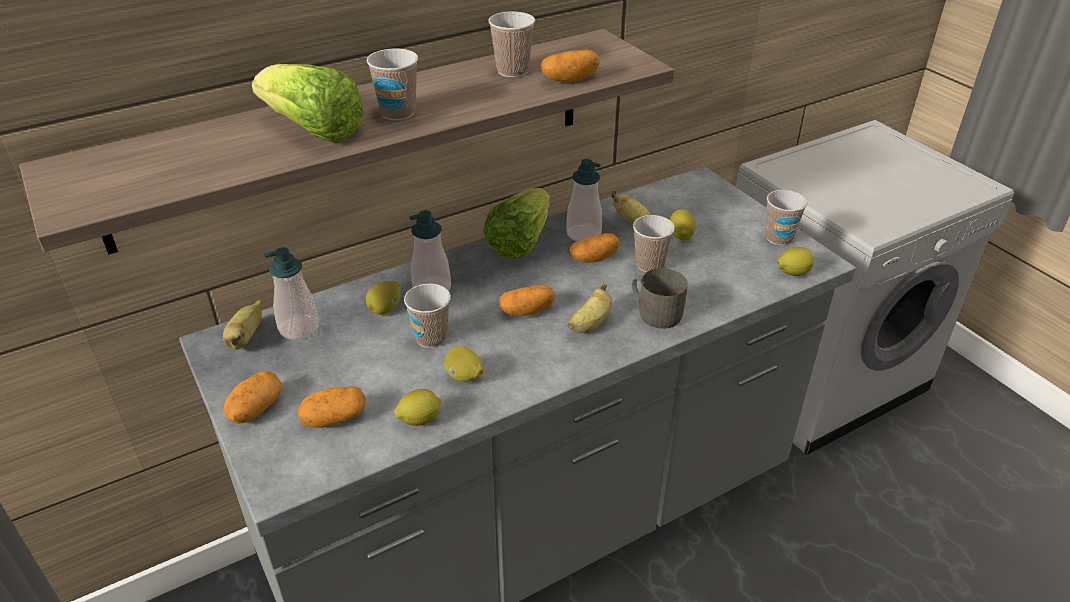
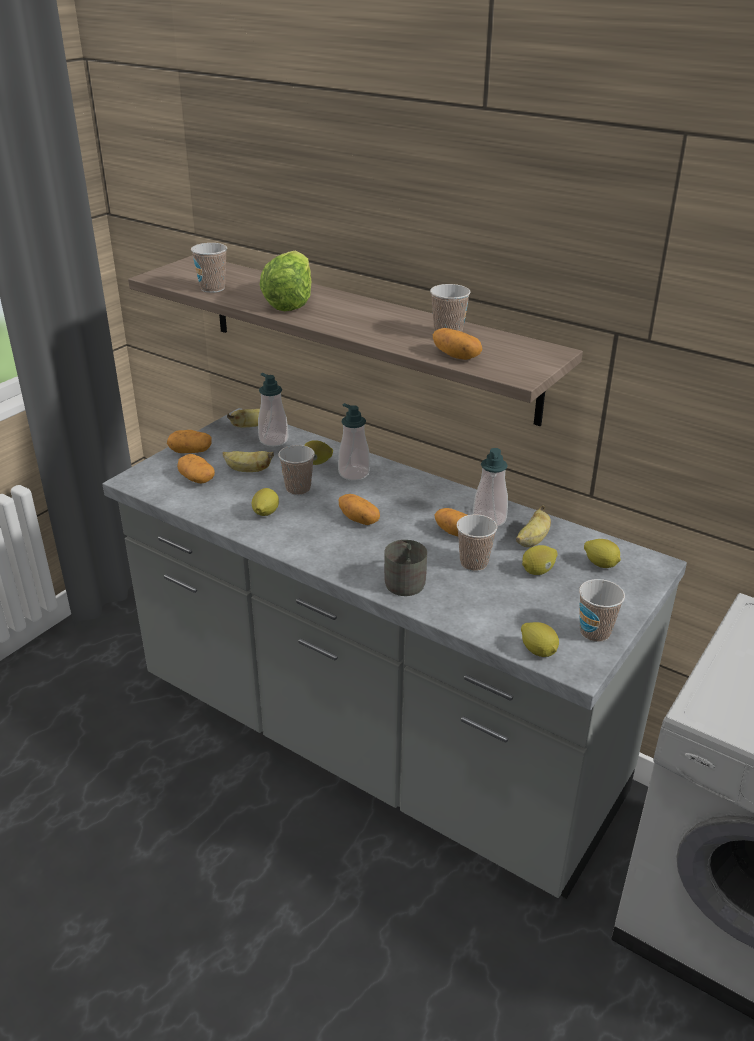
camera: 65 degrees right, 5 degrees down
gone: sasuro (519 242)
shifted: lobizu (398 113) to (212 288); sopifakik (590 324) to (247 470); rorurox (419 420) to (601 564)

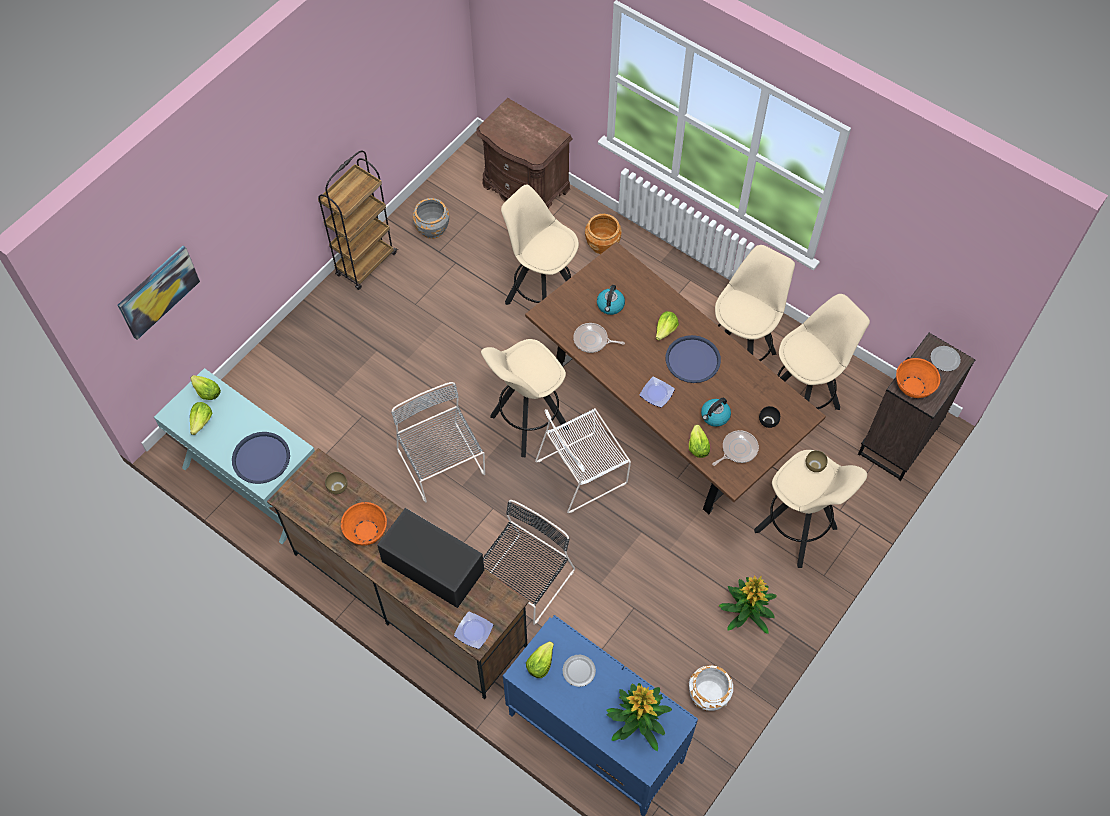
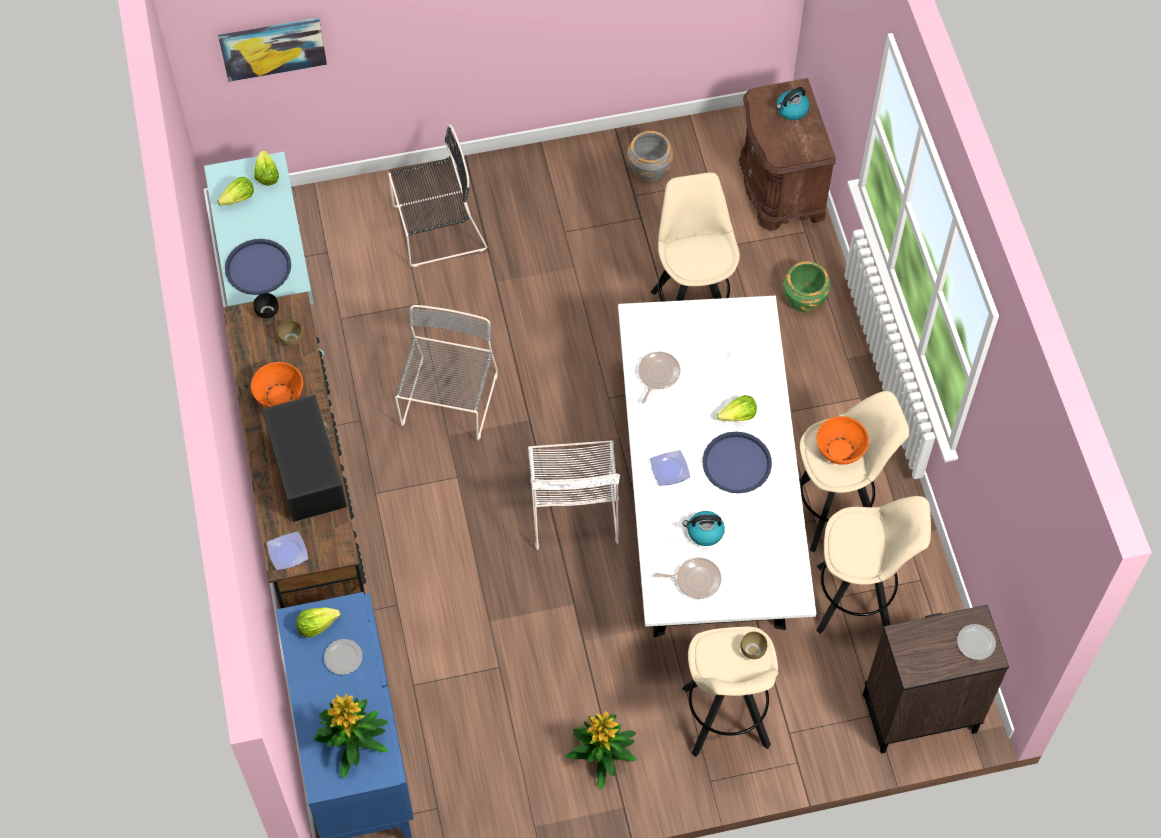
camera: 40 degrees right, 0 degrees up
gone: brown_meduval (365 265); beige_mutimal (527 423); sasuro (697 446); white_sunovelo (708 694)
shifted: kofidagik (610 305) to (791 110); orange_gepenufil (913 386) to (840 450); black_gepenufil (767 421) to (266 311); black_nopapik (524 581) to (436 228)
repainted: brown_sunovelo (602 244) to green_sunovelo (804 299); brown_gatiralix (664 412) to white_gatiralix (706 508)
rotated: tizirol (592 340) = (657 375) 60 degrees clockwise; white_nopapik (584 471) = (574 506) 105 degrees counterclockwise

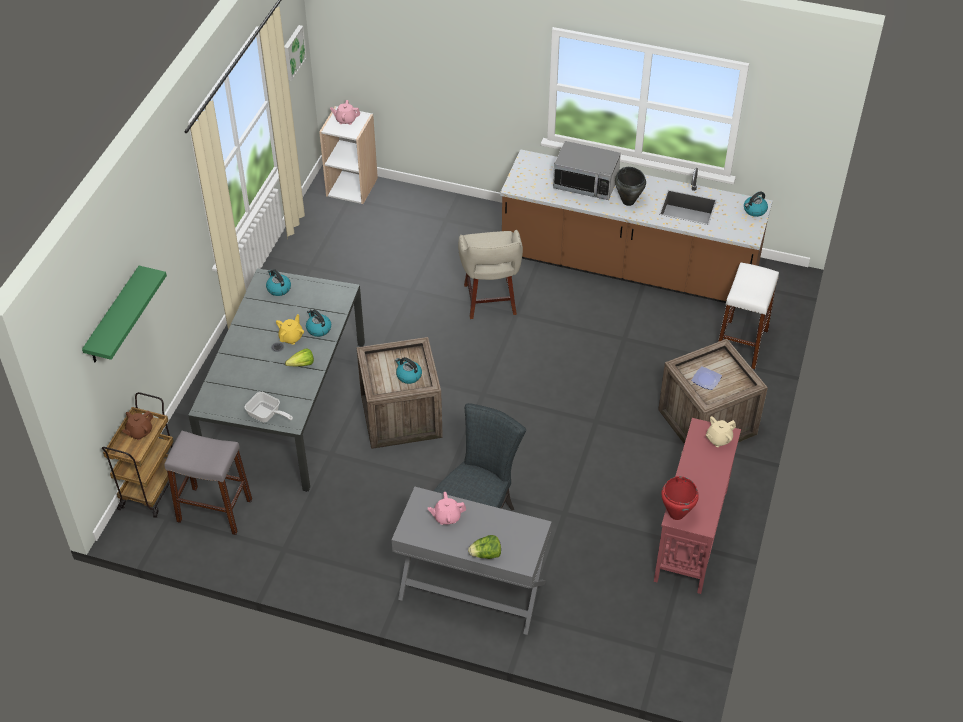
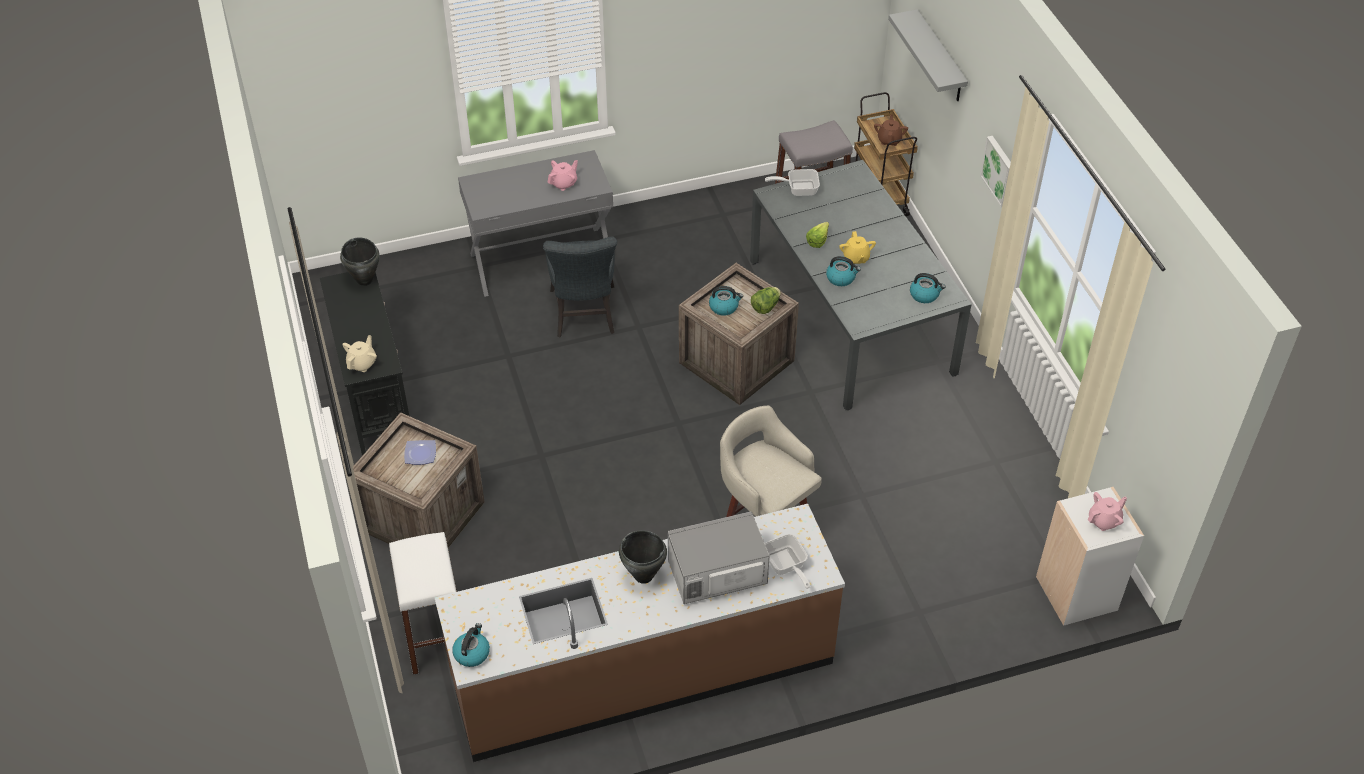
camera: 145 degrees right, 0 degrees up
new: tizirol (786 567)
shifted: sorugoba (293 52) to (999 170); sasuro (486 554) to (765 307)
repainted: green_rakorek (114 317) to grey_rakorek (940 58); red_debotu (690 534) to black_debotu (375 396); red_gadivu (676 514) to black_gadivu (365 280)

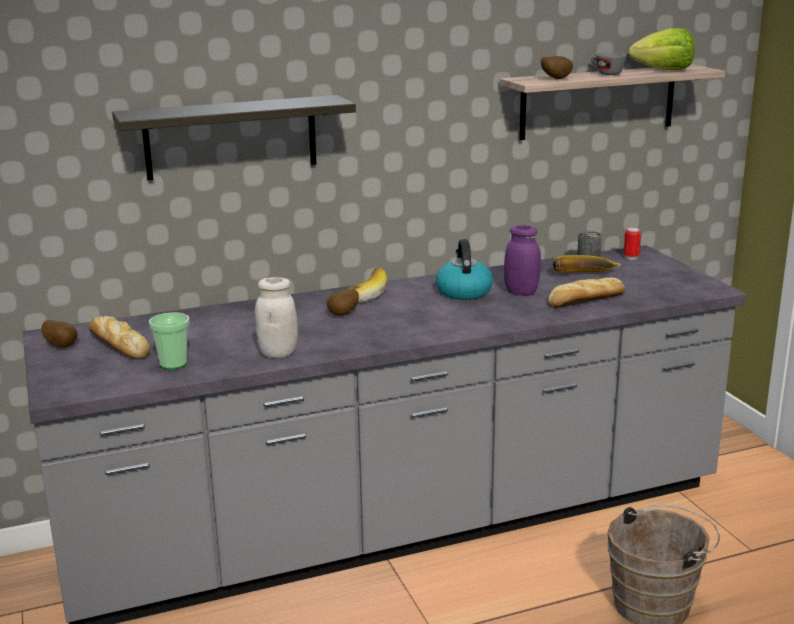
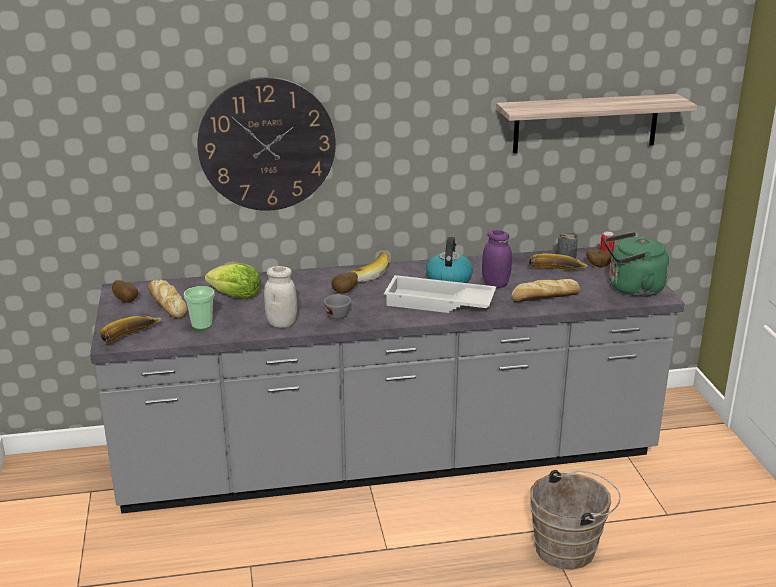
camera: 10 degrees right, 5 degrees up
new: green_kofidagik (632 289); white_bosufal (438 303); sopifakik (131 338)
shifted: sasuro (664 70) to (235 296); grey_lobizu (606 73) to (335 314); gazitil (555 79) to (597 266)
swapped: rakorek (231 137) to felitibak (267 144)

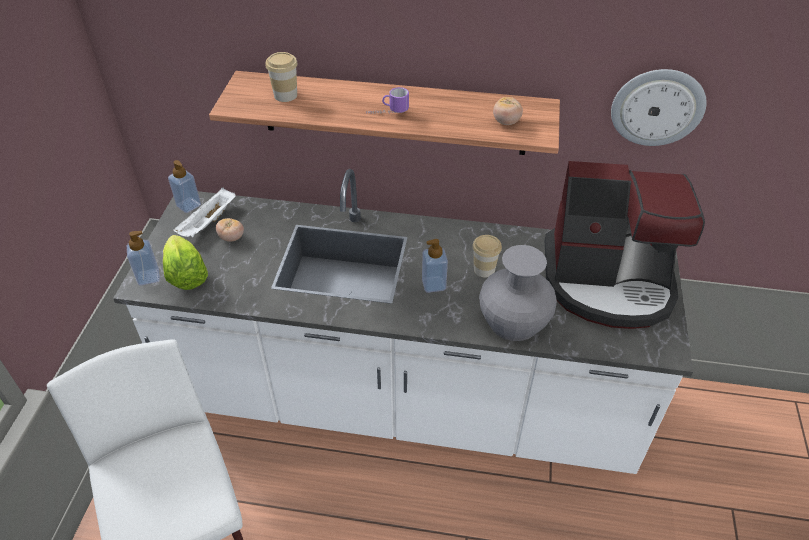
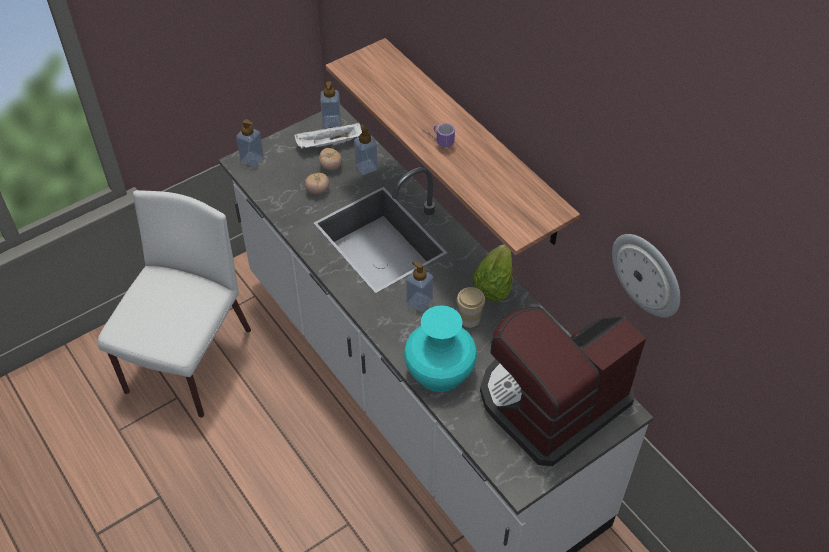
camera: 45 degrees right, 5 degrees up
gone: lobizu (285 95)
new: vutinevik (366 167)
shifted: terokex (506 122) to (317 190); sasuro (186 275) to (494 284)
repainted: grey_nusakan (514 321) to turquoise_nusakan (440 371)
rotated: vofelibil (609 281) = (550 401) 90 degrees clockwise

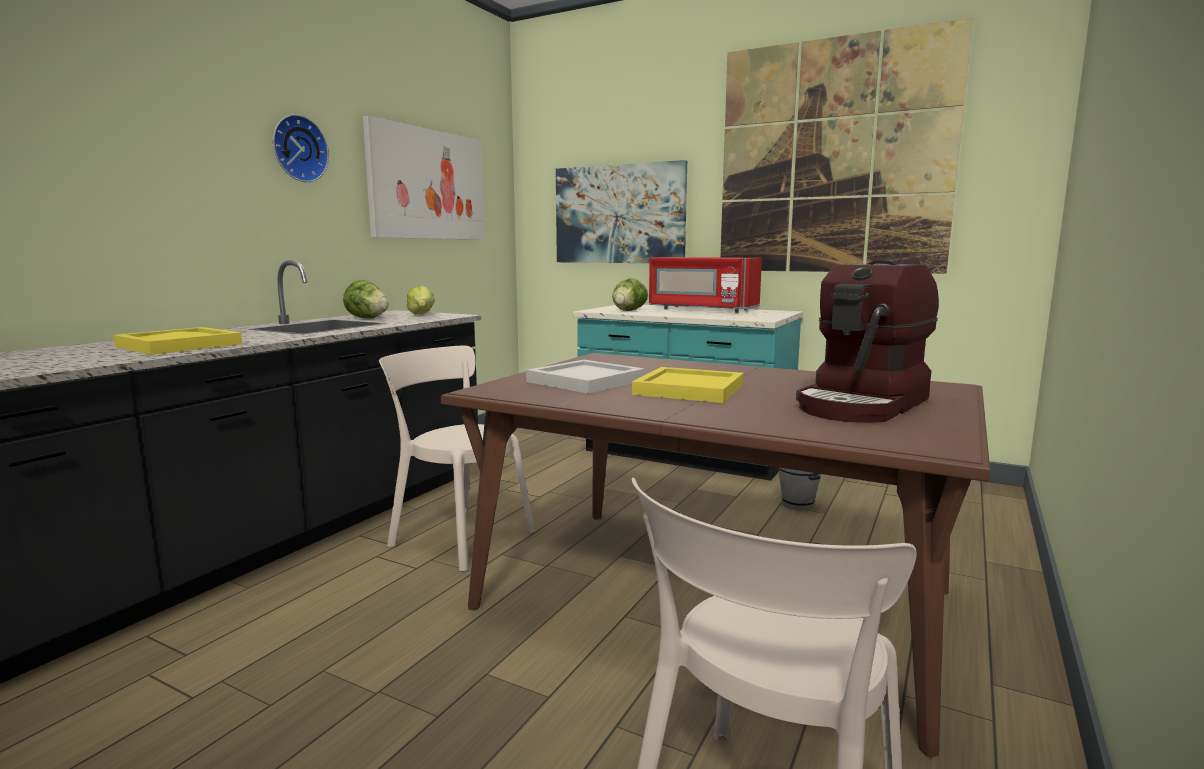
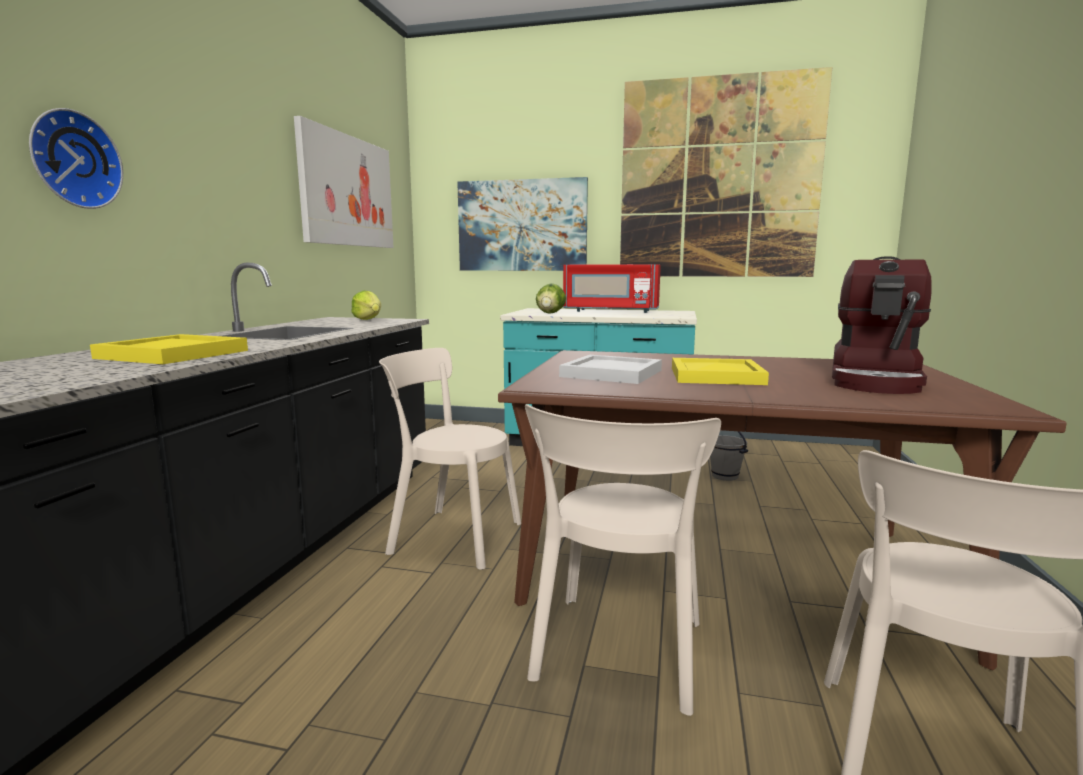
camera: 15 degrees left, 0 degrees up
gone: sasuro (367 318)
new: beige_nopapik (618 655)
shifted: felitibak (298 149) to (73 160)

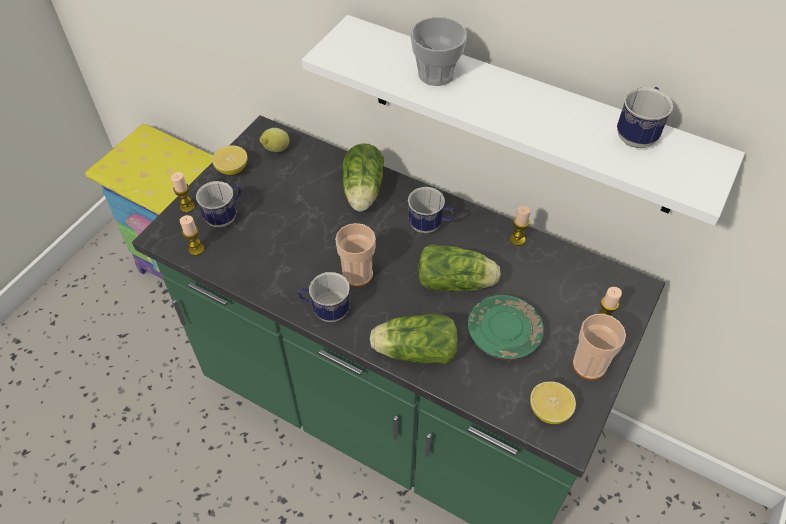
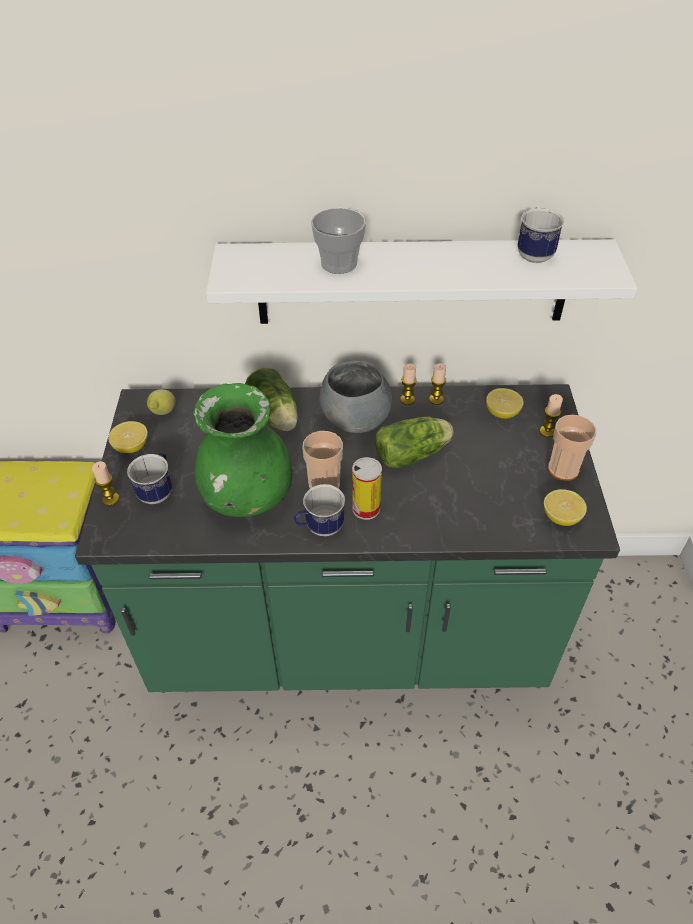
camera: 30 degrees left, 5 degrees down
gone: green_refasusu (503 334); sasuro (413 350)
new: green_nusakan (247 496); rorurox (502 413); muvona (366 508)
shifted: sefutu (196 249) to (407 400)
swapped: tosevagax (430 226) to grey_gepenufil (356 419)

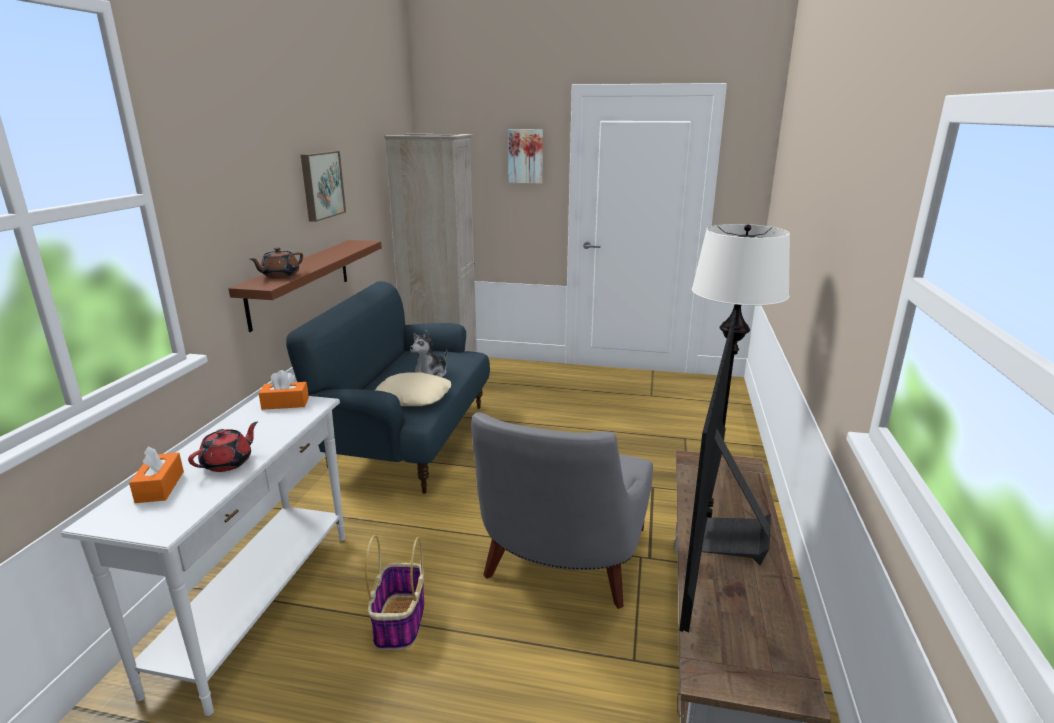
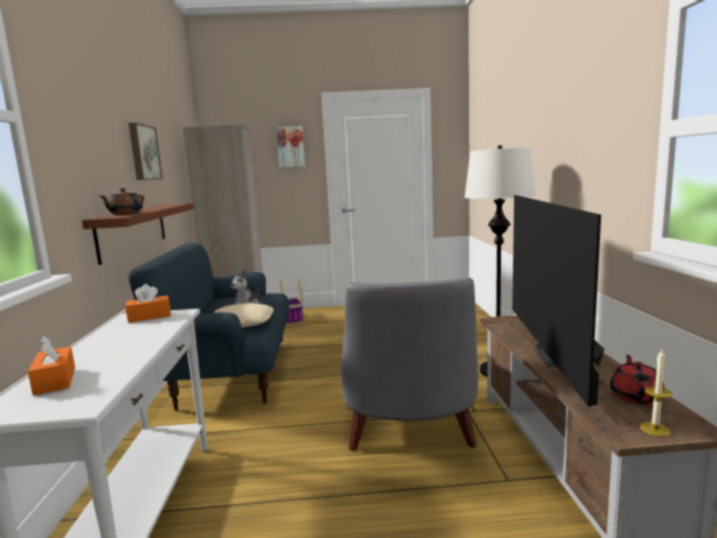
camera: 15 degrees left, 10 degrees down
new: sefutu (655 429)
shifted: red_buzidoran (228 463) to (636 396); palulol (400 623) to (293 319)

